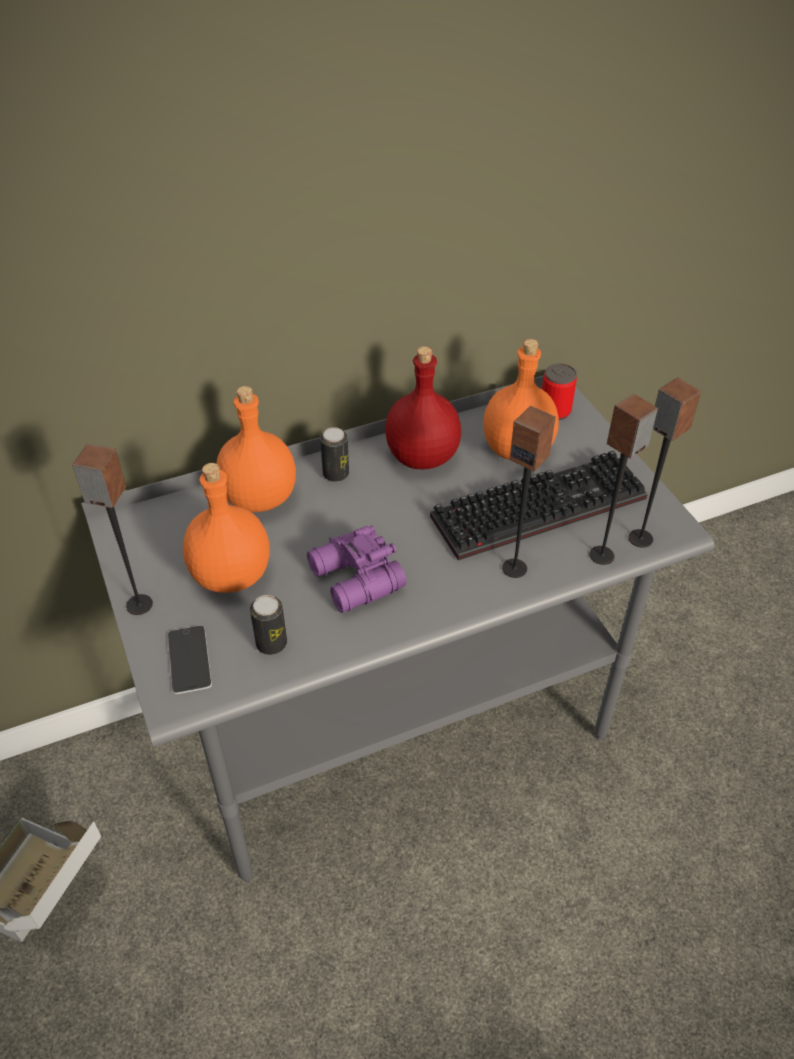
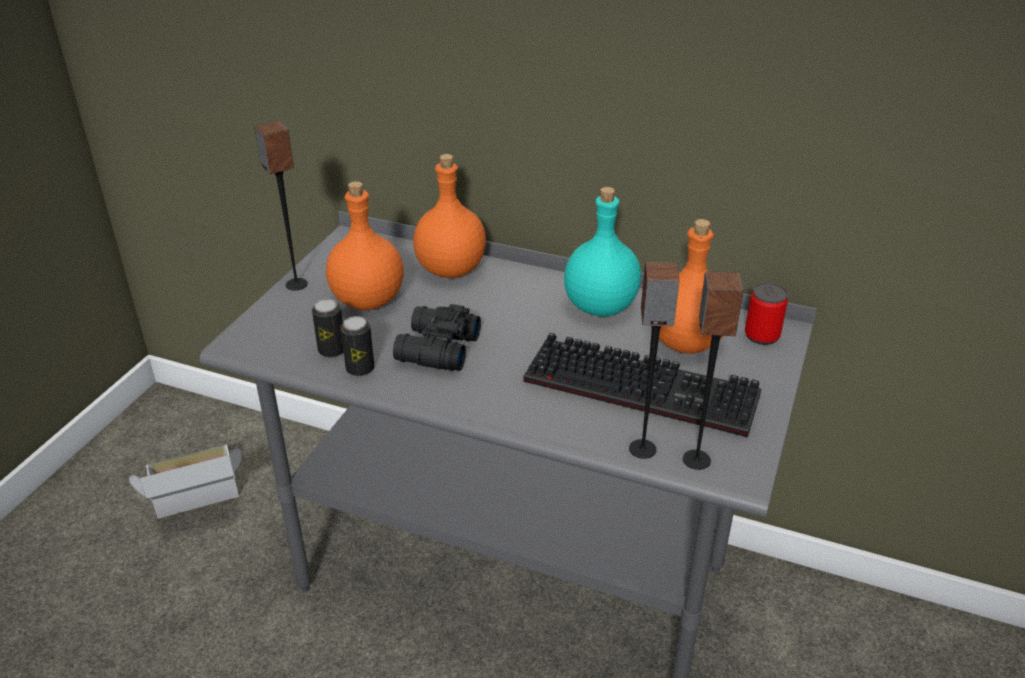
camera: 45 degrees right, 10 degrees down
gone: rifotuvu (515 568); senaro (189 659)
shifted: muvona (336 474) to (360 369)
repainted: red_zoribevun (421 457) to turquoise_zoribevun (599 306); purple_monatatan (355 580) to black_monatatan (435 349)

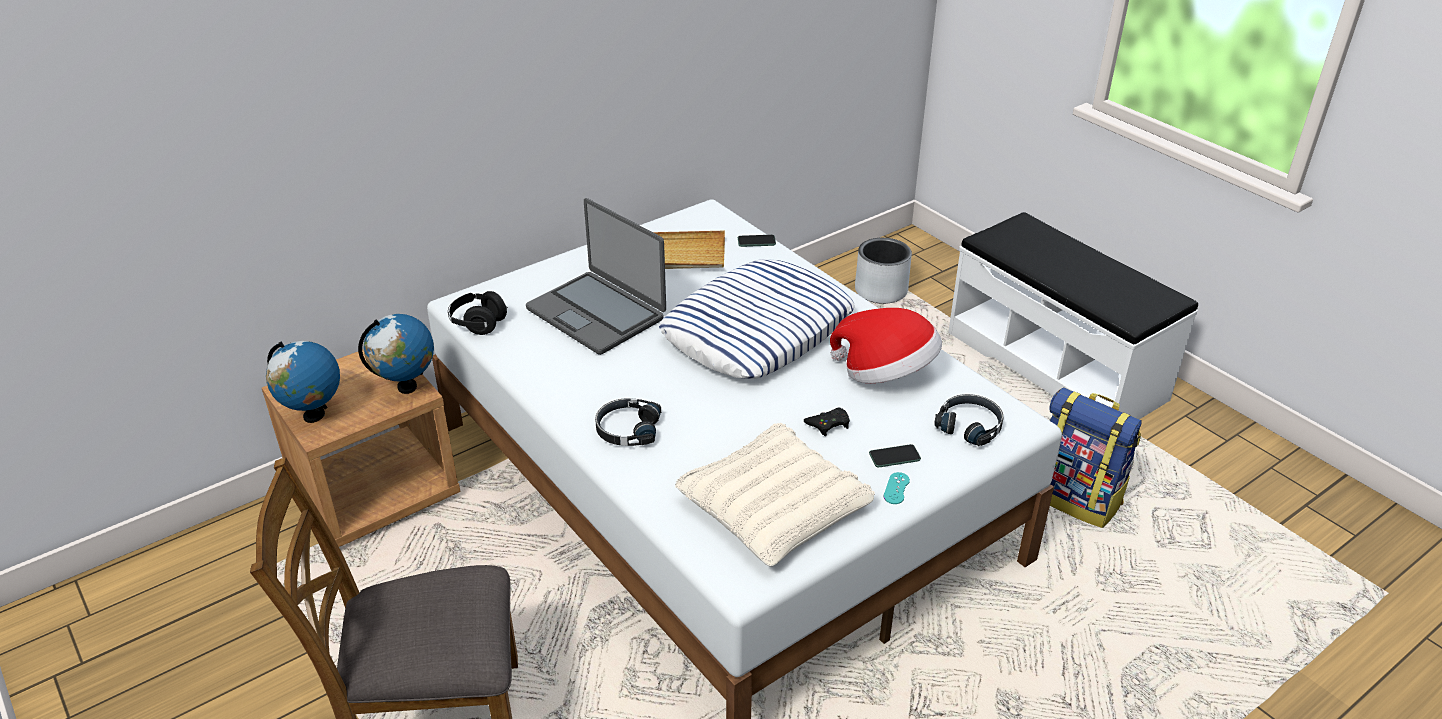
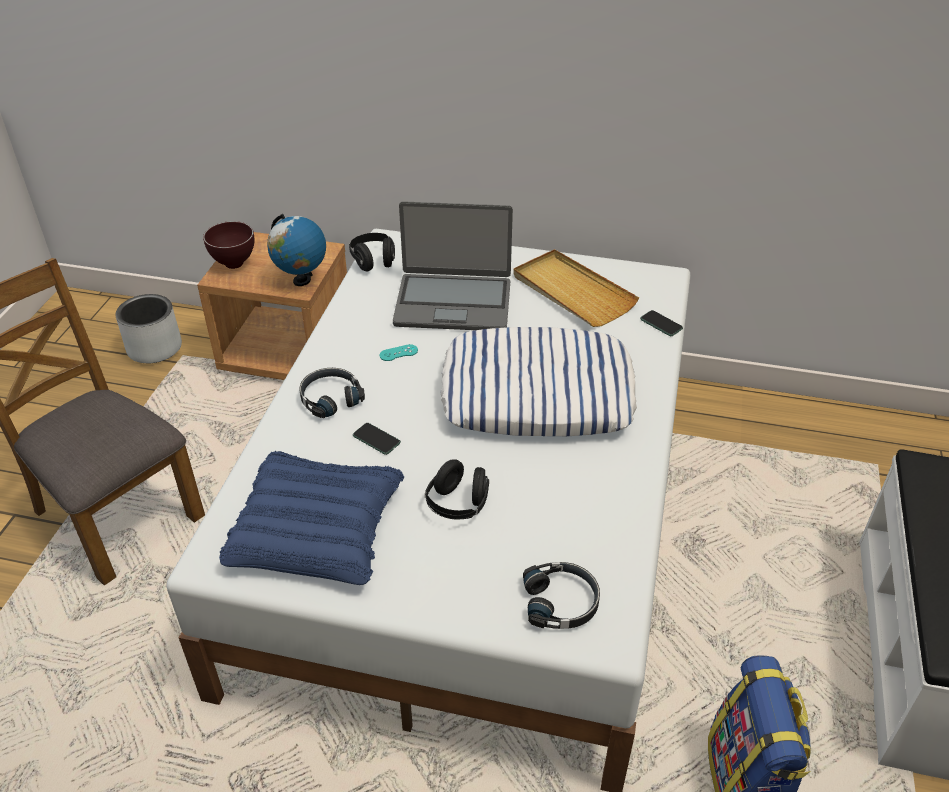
camera: 50 degrees right, 5 degrees up
gone: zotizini (886 373)
shifted: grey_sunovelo (880 290) to (155 348); senaro (894 457) to (376 439); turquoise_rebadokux (896 488) to (398 353)
swapped: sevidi (313 416) to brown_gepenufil (233 265); black_rebadokux (828 424) to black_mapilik (458 504)
repainted: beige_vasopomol (774 506) to blue_vasopomol (317 530)
rotated: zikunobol (597 313) = (453 303) 90 degrees counterclockwise

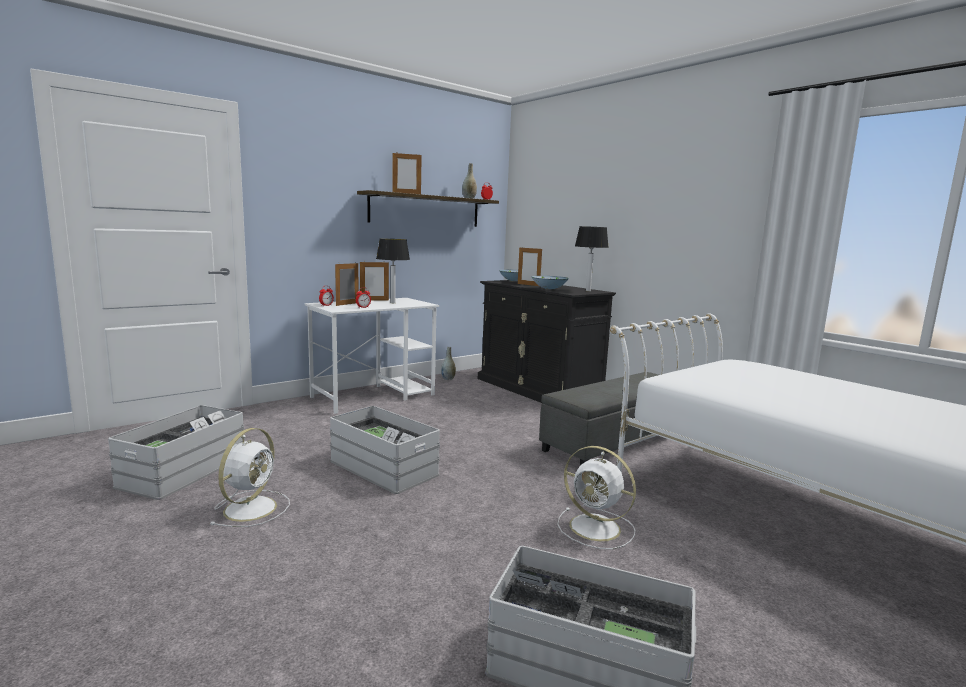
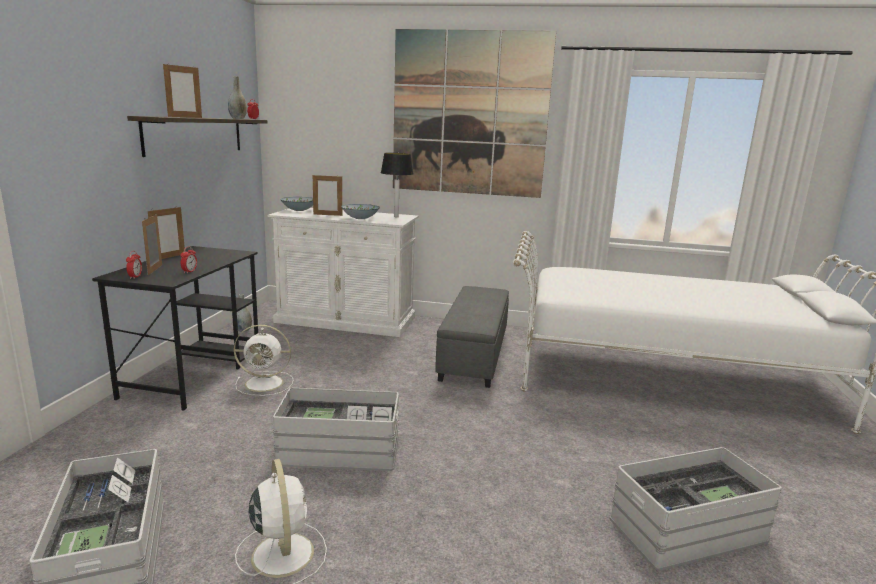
camera: 40 degrees left, 5 degrees up
gone: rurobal (392 303)
new: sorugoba (469 114)
shifted: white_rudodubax (597 528) to (266 383)
repainted: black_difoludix (538 389) to white_difoludix (346 319); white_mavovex (374 396) to black_mavovex (194 373)

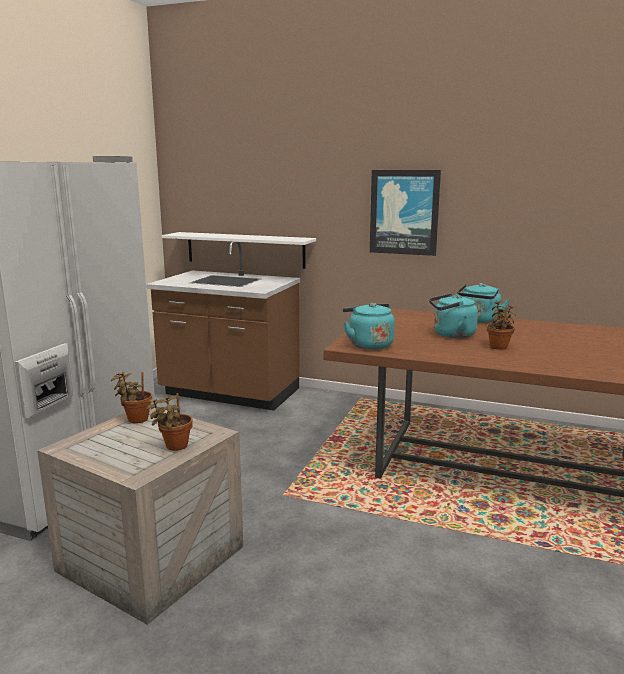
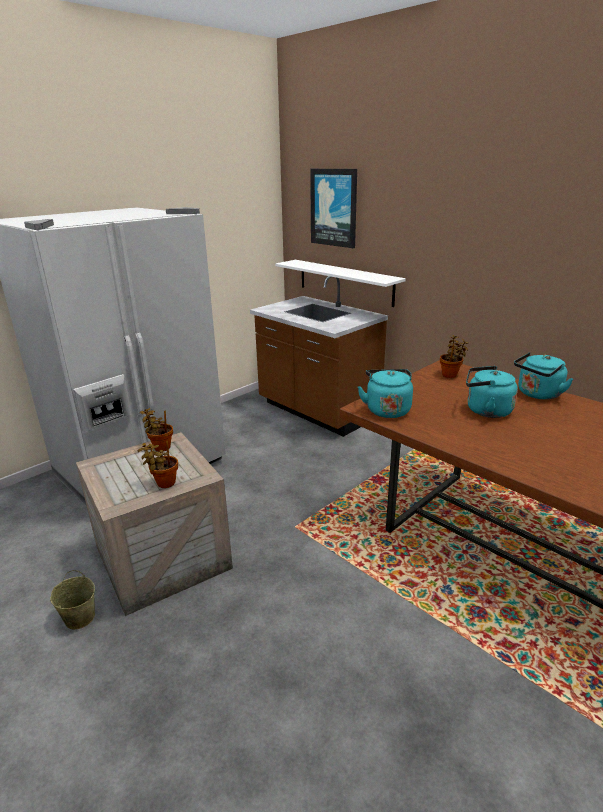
camera: 25 degrees right, 10 degrees up
new: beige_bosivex (79 617)
shifted: sorugoba (404 212) to (334 208); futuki (499 346) to (450 374)

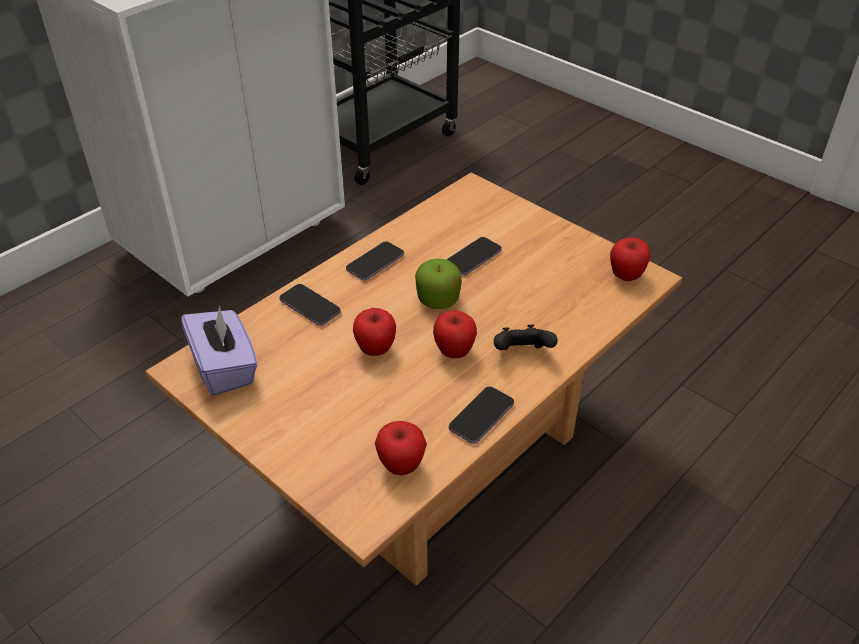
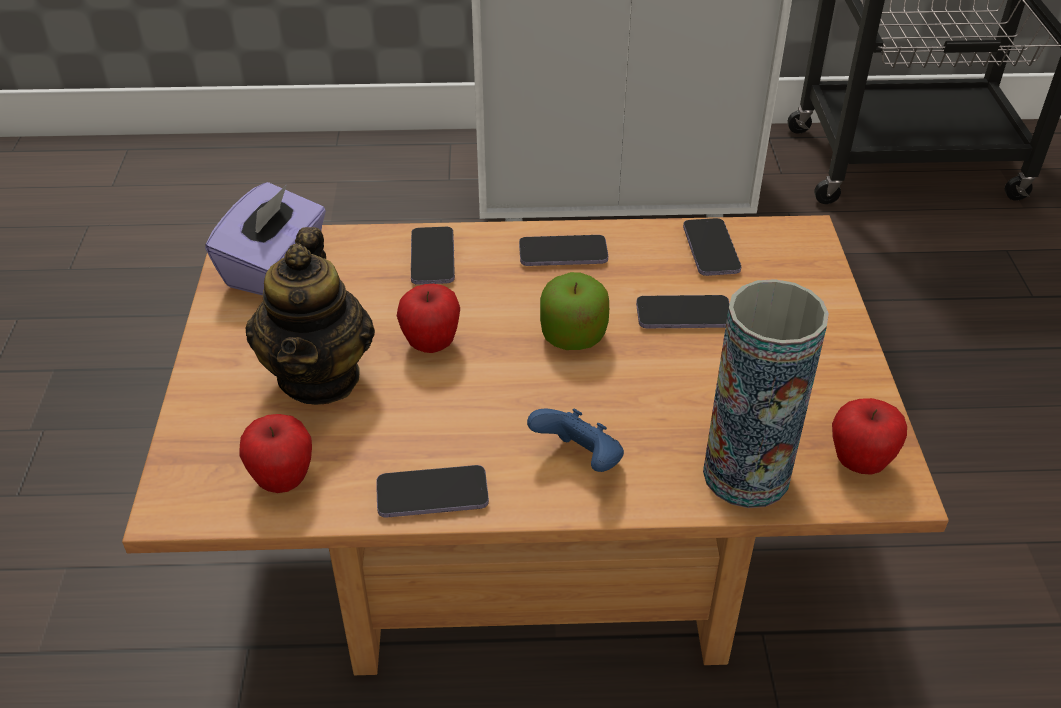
camera: 45 degrees right, 0 degrees up
gone: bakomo (454 352)
new: senaro (711 249); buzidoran (320 376); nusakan (746 474)
repainted: black_rebadokux (522 353) to blue_rebadokux (580 460)

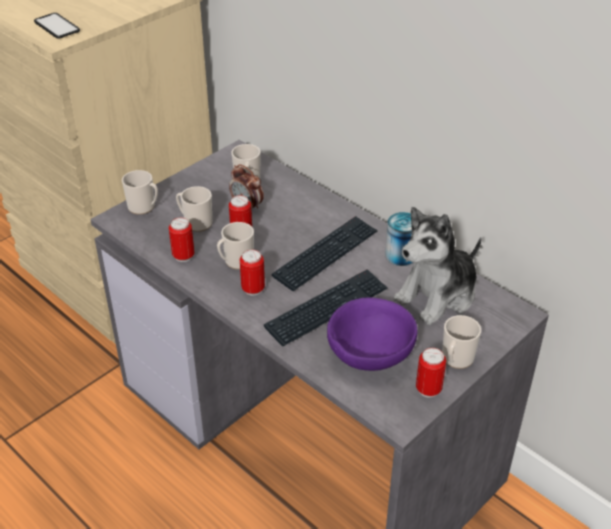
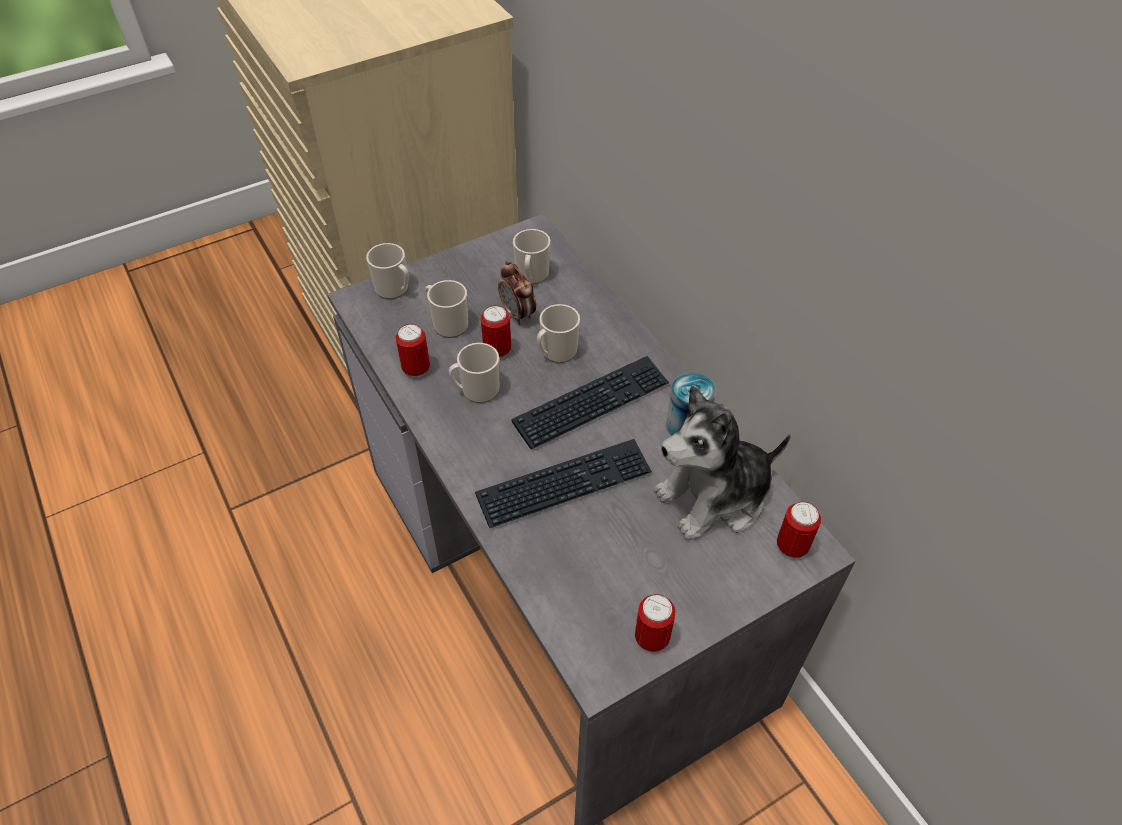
camera: 15 degrees right, 10 degrees up
gone: senaro (57 26); purple_gepenufil (370 353)
shifted: muvona (253 289) to (792 546); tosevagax (456 359) to (556 352)

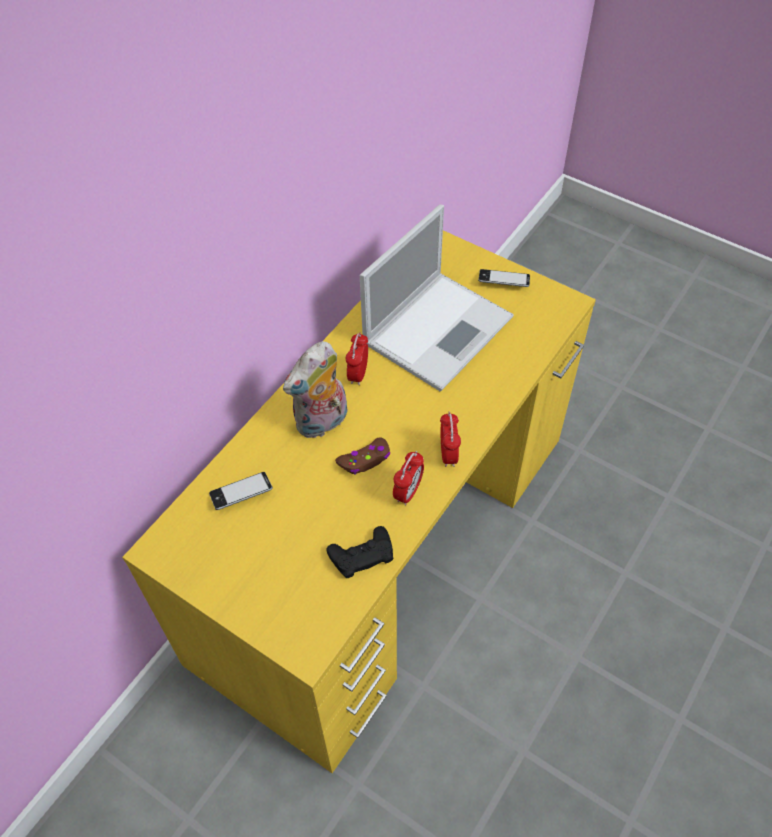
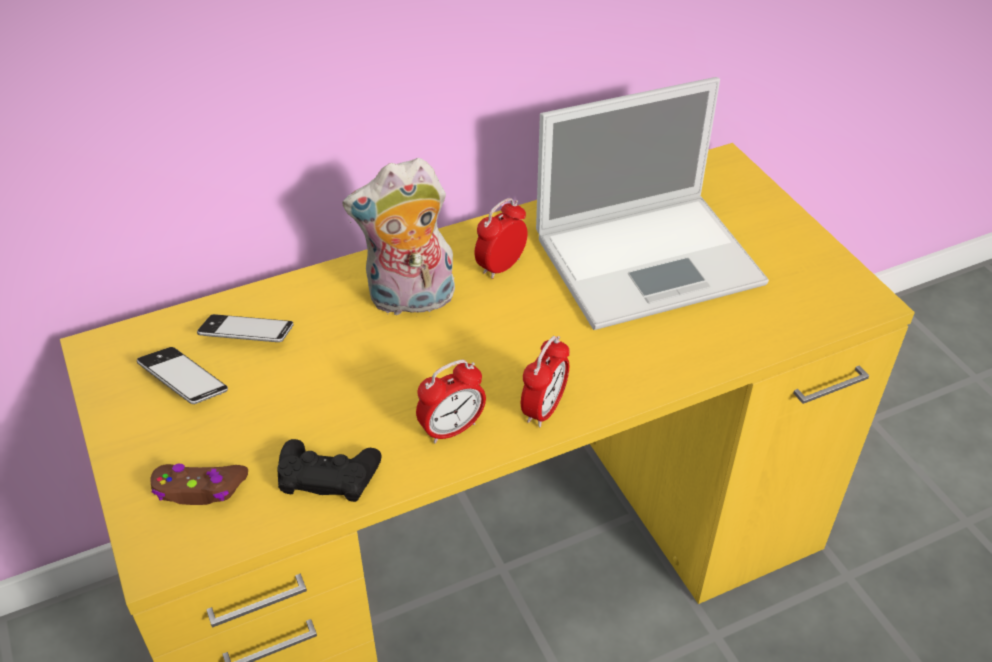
camera: 30 degrees right, 10 degrees down
shifted: senaro (503 281) to (184 381); brown_rebadokux (365 460) to (199 489)

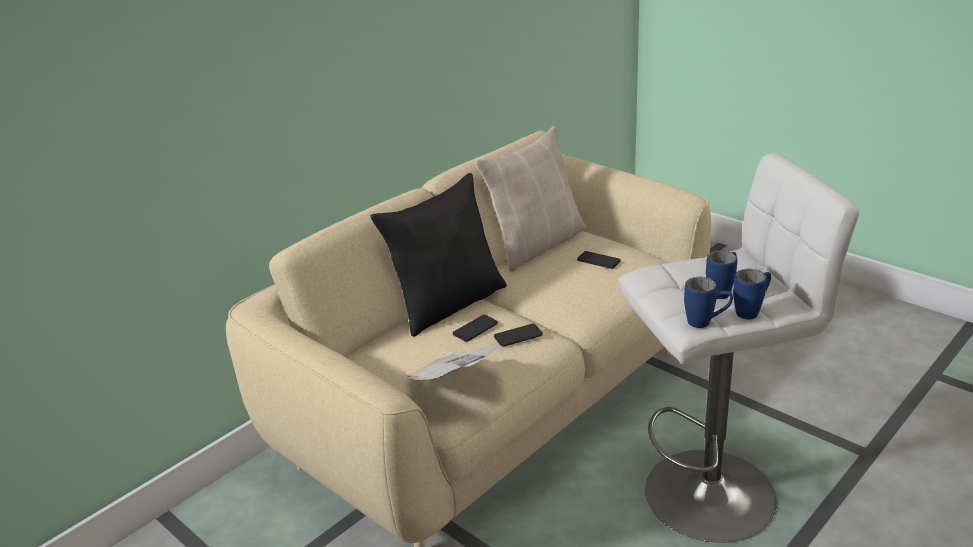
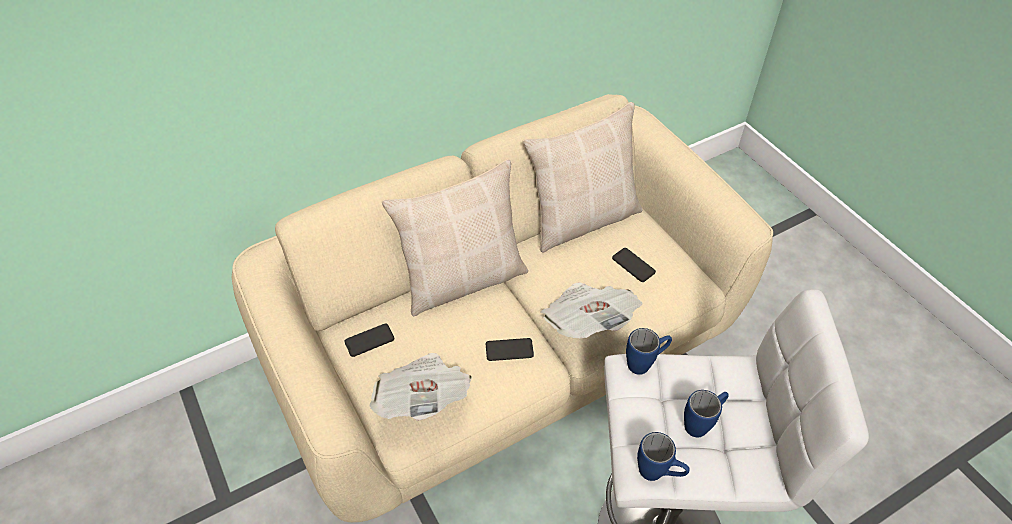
camera: 15 degrees right, 20 degrees up
new: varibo (587 322)
shifted: blue_tosevagax (752 311) to (645 363); senaro (475 328) to (369 340)
repainted: black_vasopomol (448 303) to beige_vasopomol (463 279)

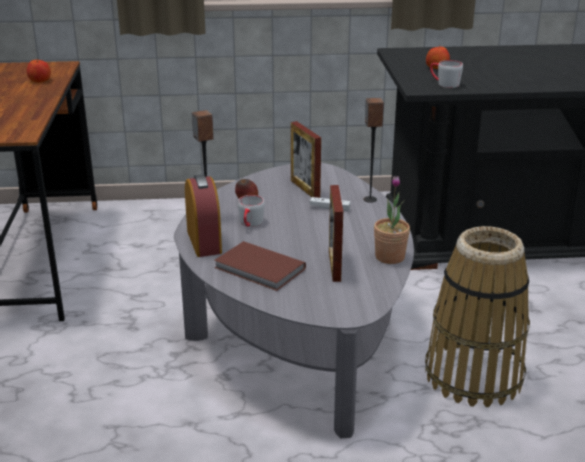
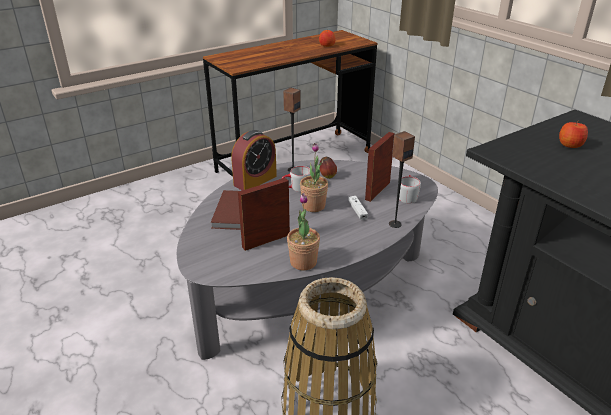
camera: 60 degrees right, 5 degrees up
new: futuki (313 206)
shifted: grey_tosevagax (444 83) to (407 196)

